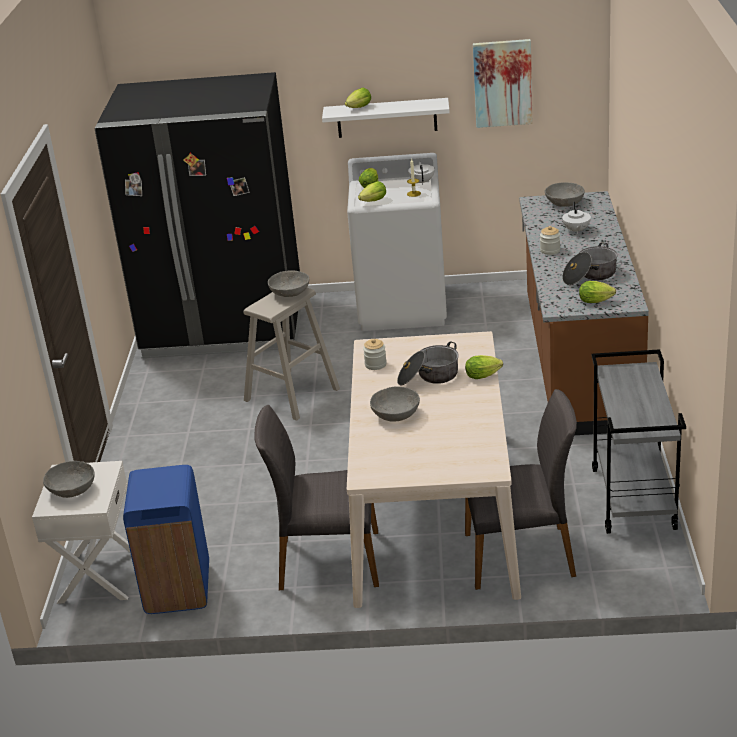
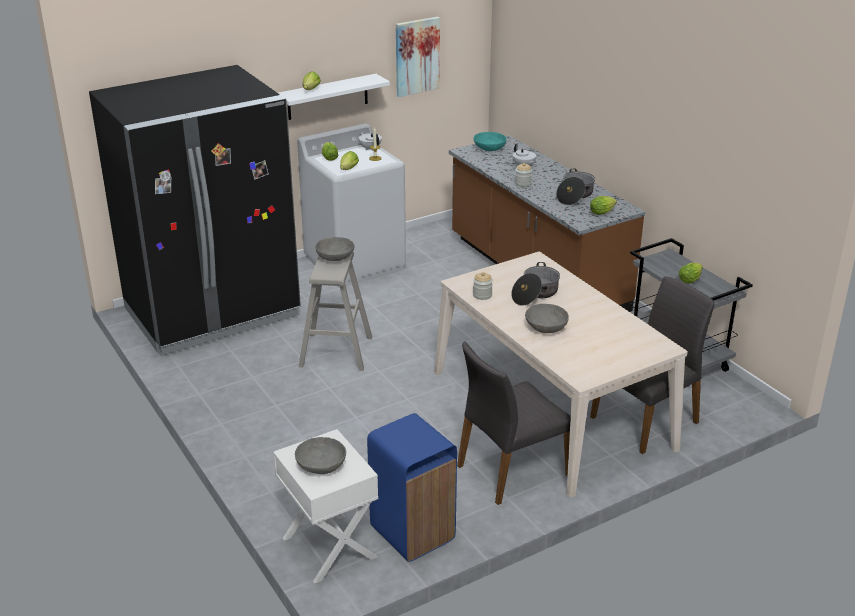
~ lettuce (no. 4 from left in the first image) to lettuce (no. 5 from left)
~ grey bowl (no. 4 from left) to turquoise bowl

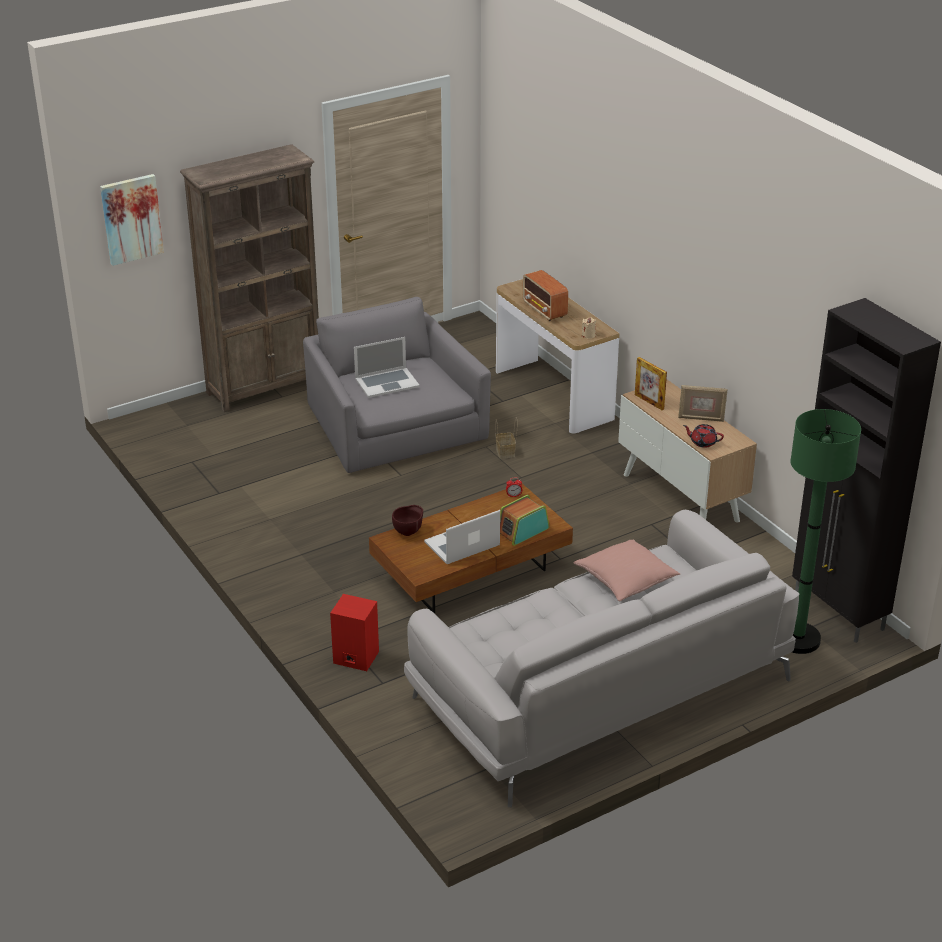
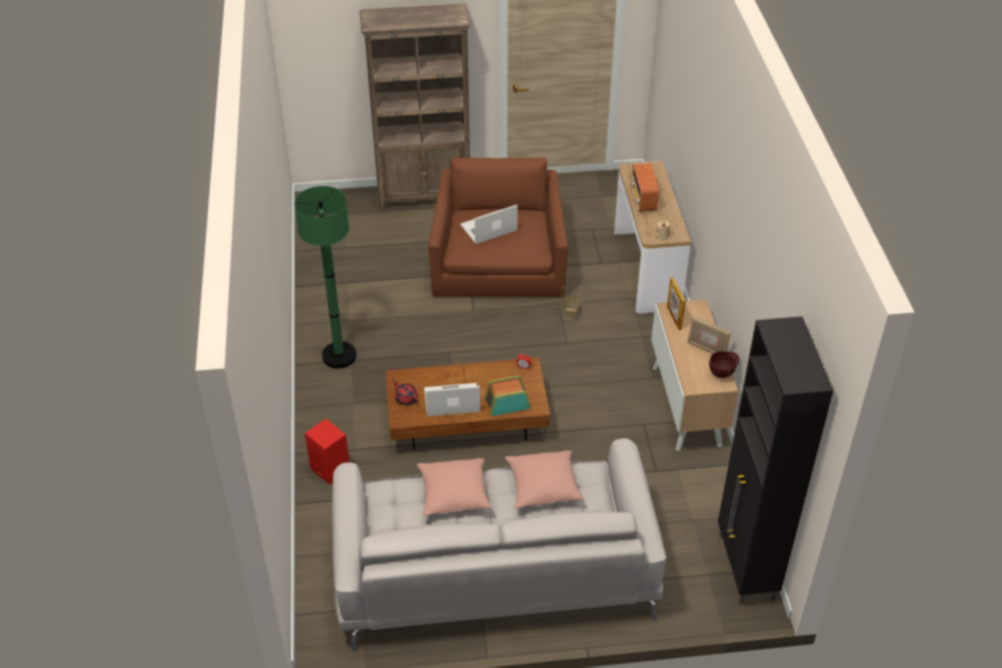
- picture
~ grey armchair to brown armchair
~ laptop (no. 1 from left in the first image) 150 degrees clockwise
~ brown bowl
~ red teapot
~ green floor lamp
+ pink pillow (no. 1 from left)

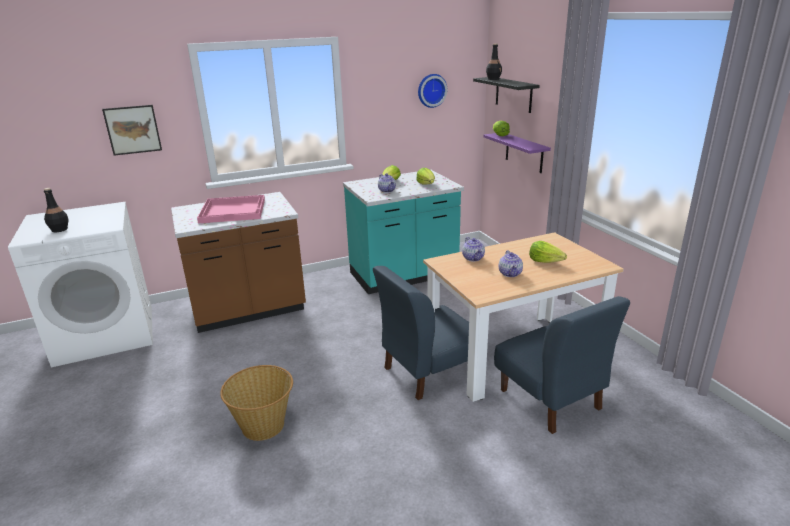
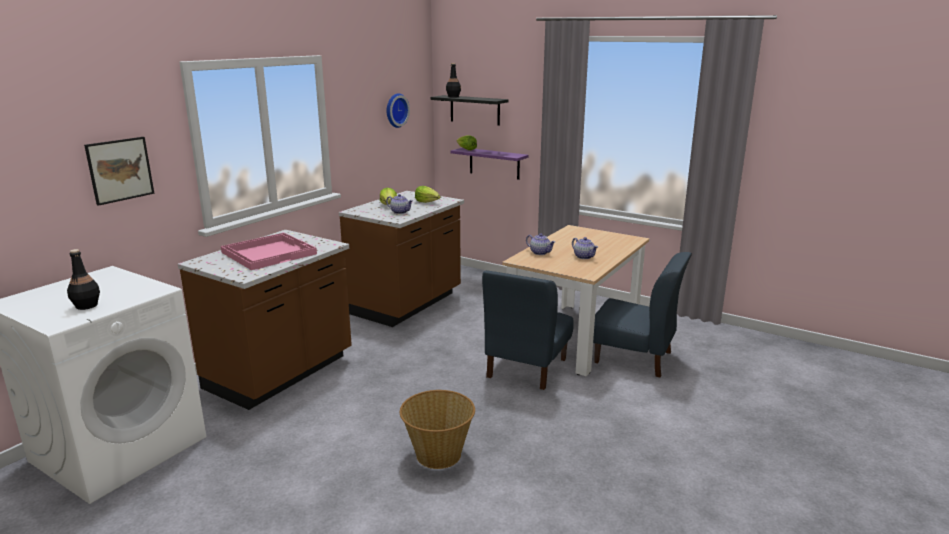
~ turquoise counter to brown counter (no. 2 from left)
- lettuce (no. 4 from left)

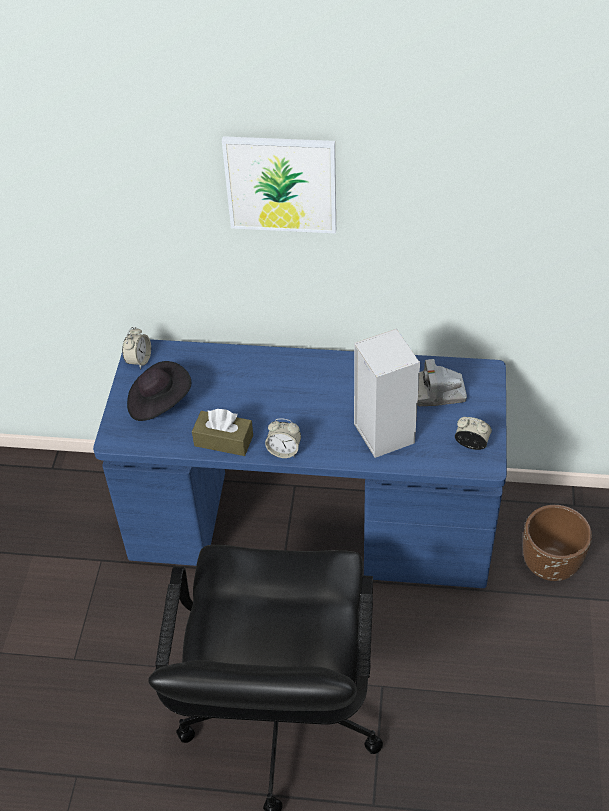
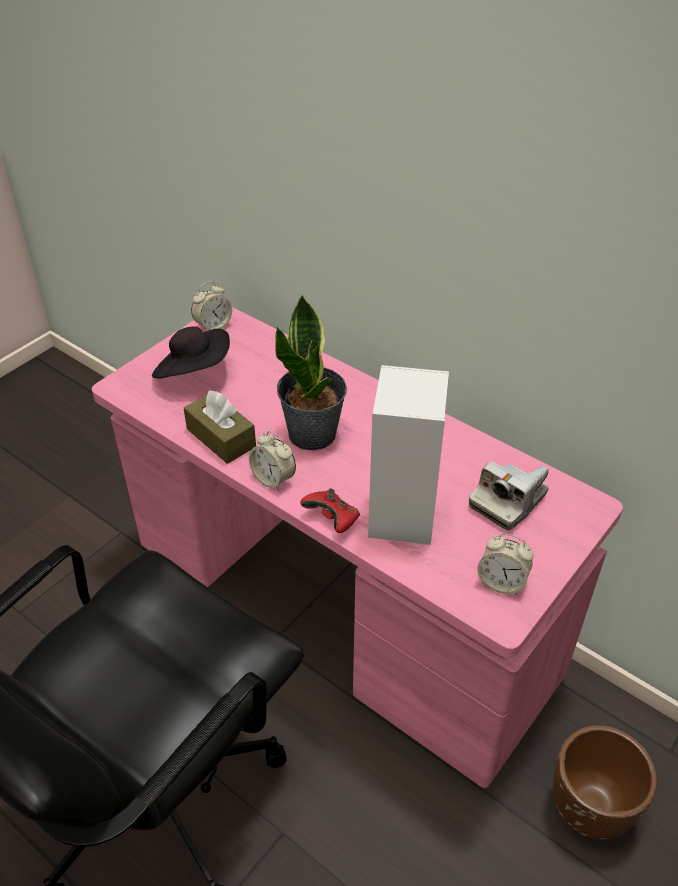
~ blue desk to pink desk
- picture
~ photo camera 75 degrees counterclockwise
~ alarm clock (no. 3 from left) 150 degrees clockwise
+ potted plant
+ red game controller

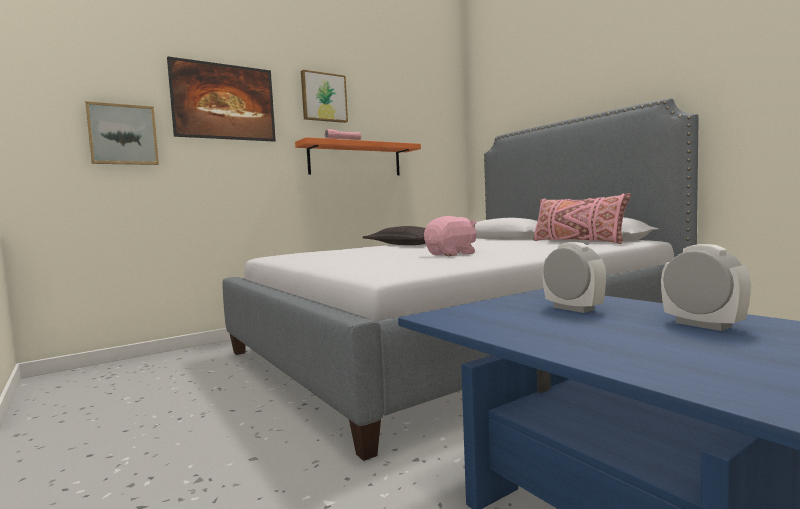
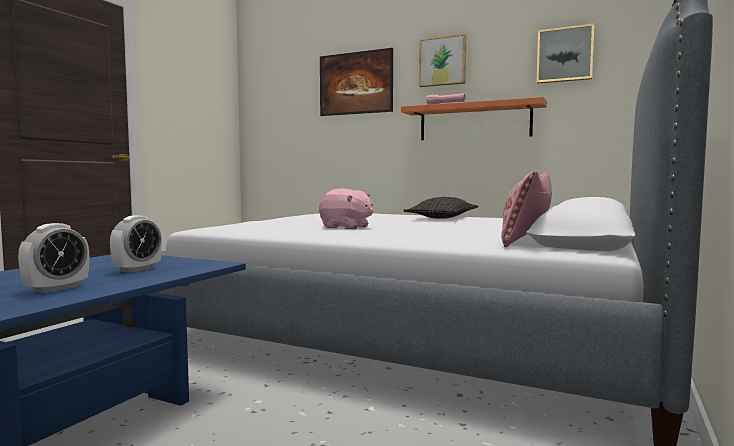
~ picture (no. 1 from left in the first image) to picture (no. 3 from left)

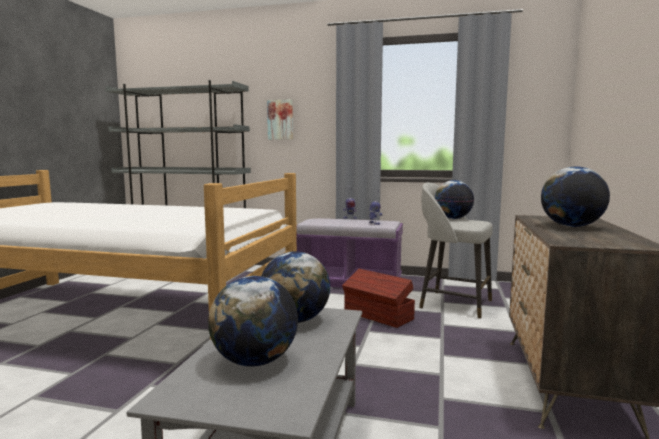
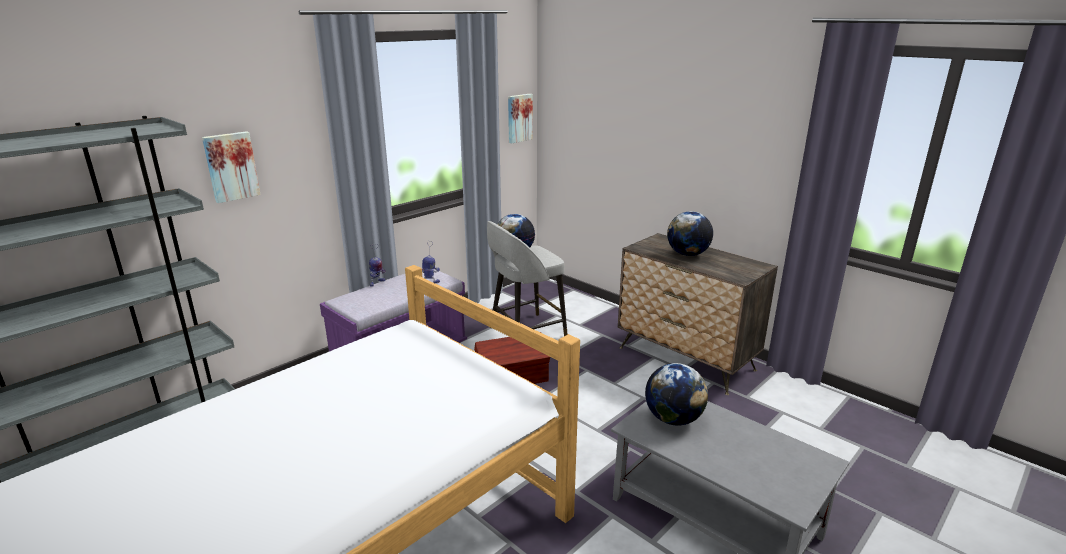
- globe (no. 1 from left)
+ picture (no. 2 from left)

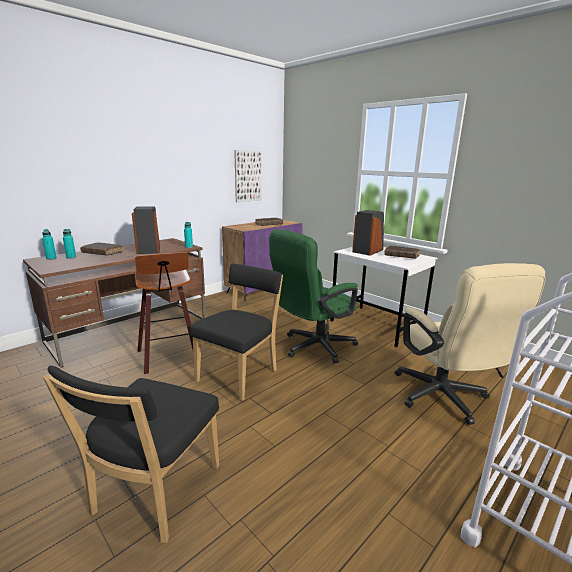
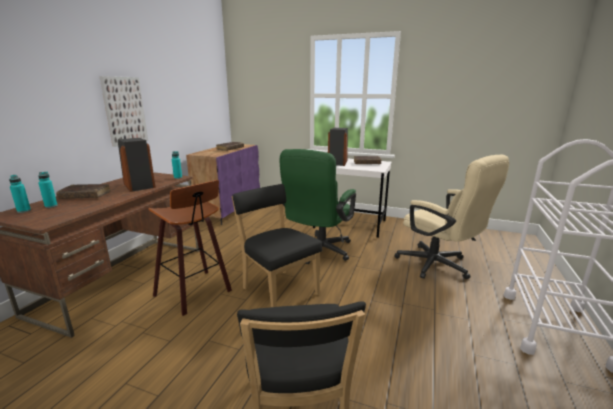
~ black chair (no. 2 from left in the first image) 45 degrees counterclockwise
~ picture

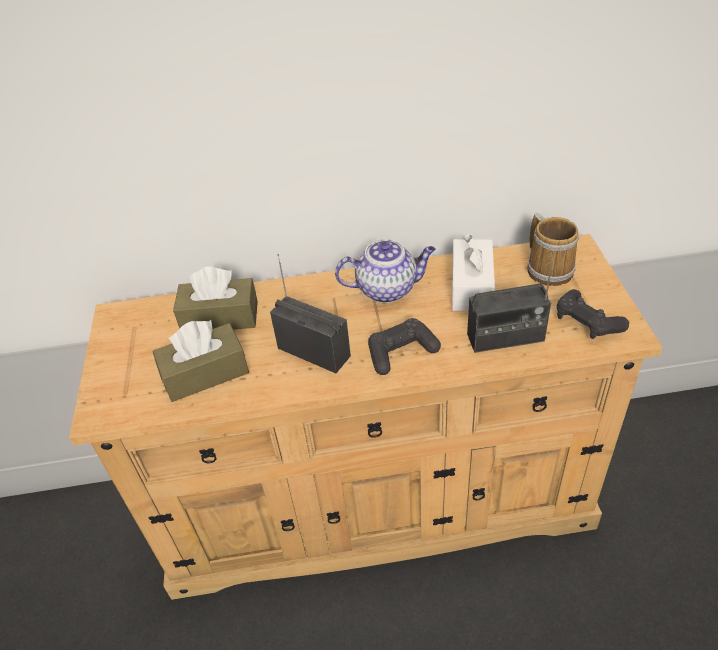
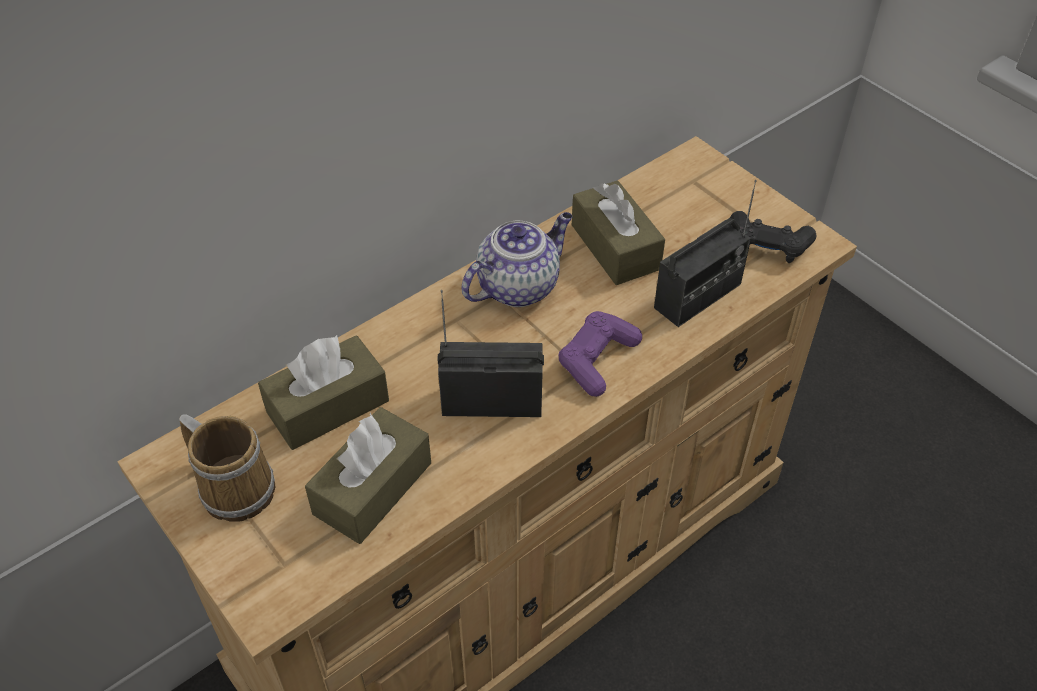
~ black game controller (no. 1 from left) to purple game controller
~ white tissue box to brown tissue box (no. 3 from left)
~ mug

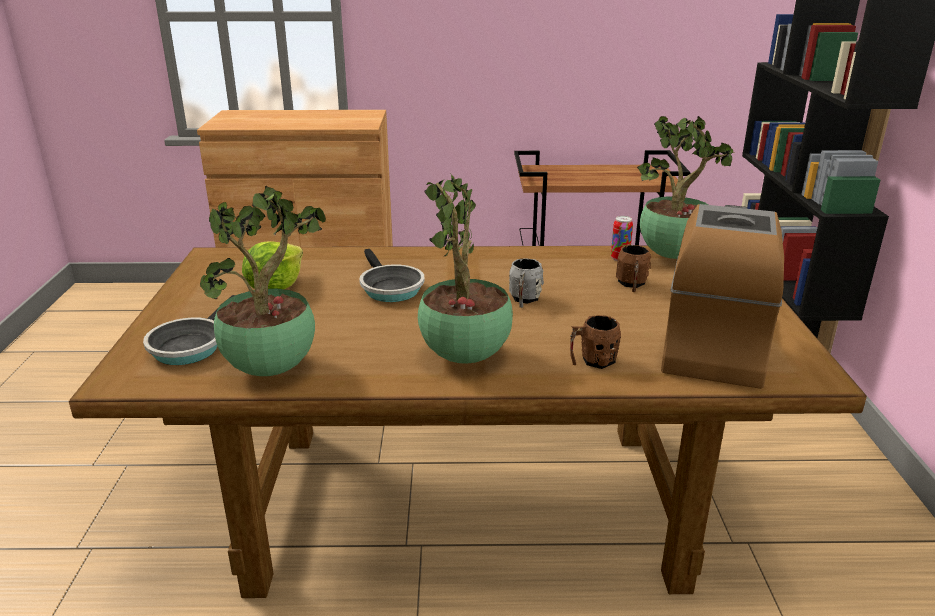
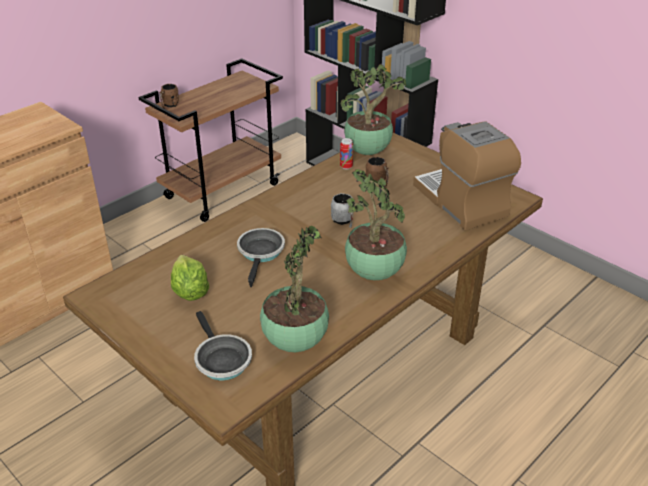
~ frying pan (no. 2 from left) 105 degrees counterclockwise
~ brown mug (no. 1 from left)

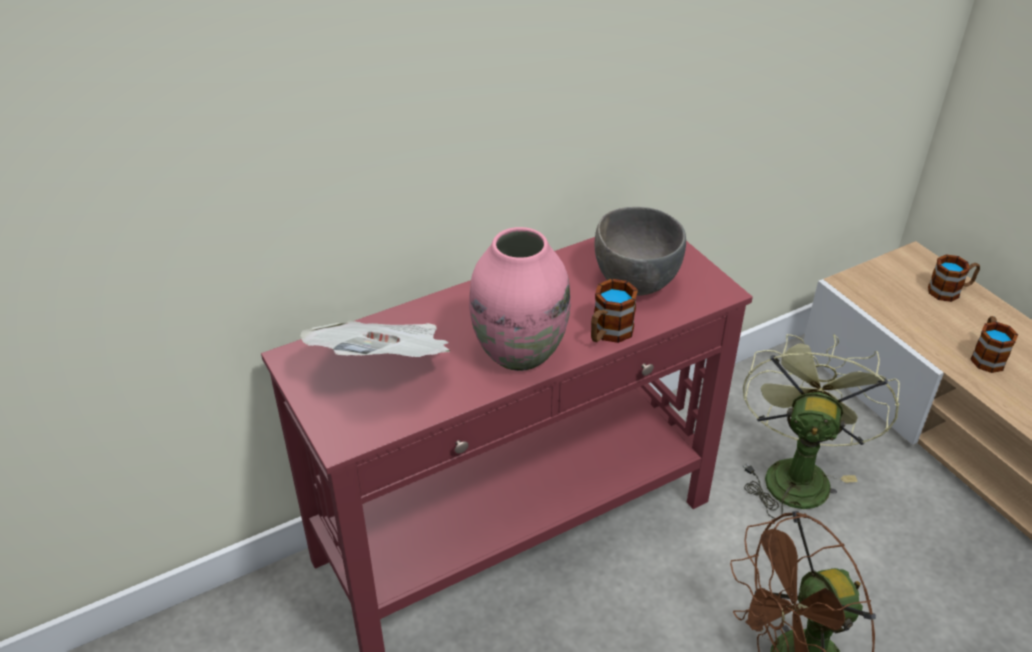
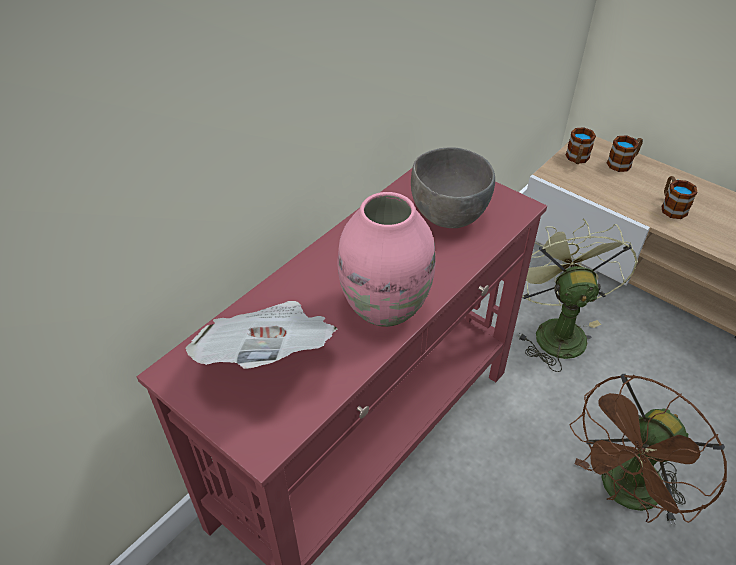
~ mug (no. 1 from left)

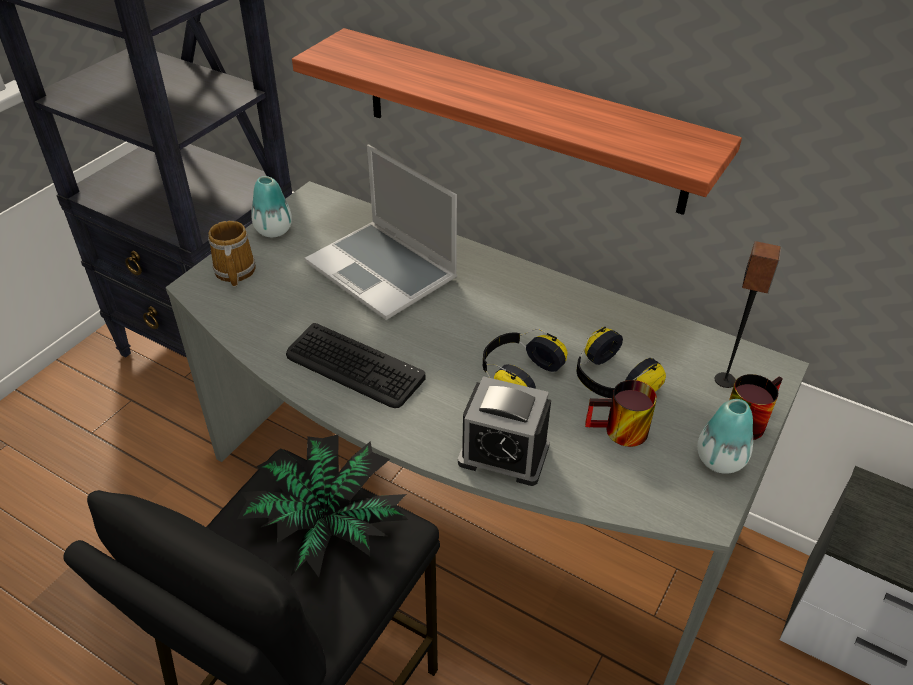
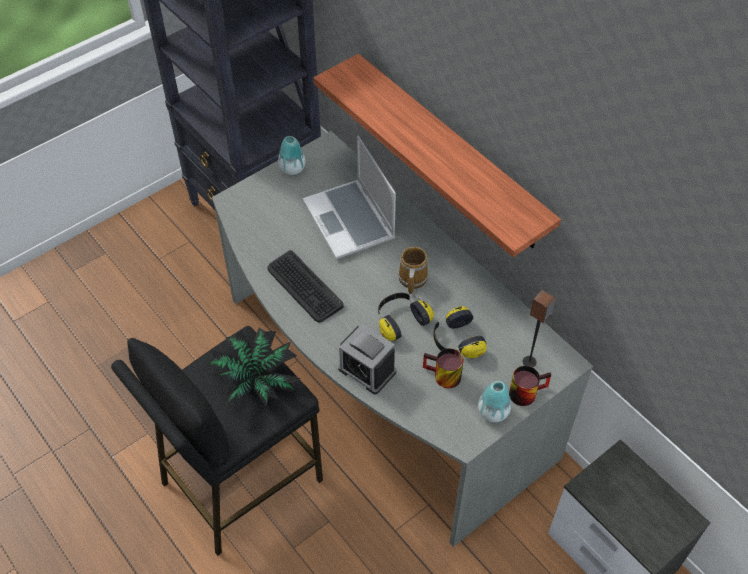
~ mug (no. 1 from left)

